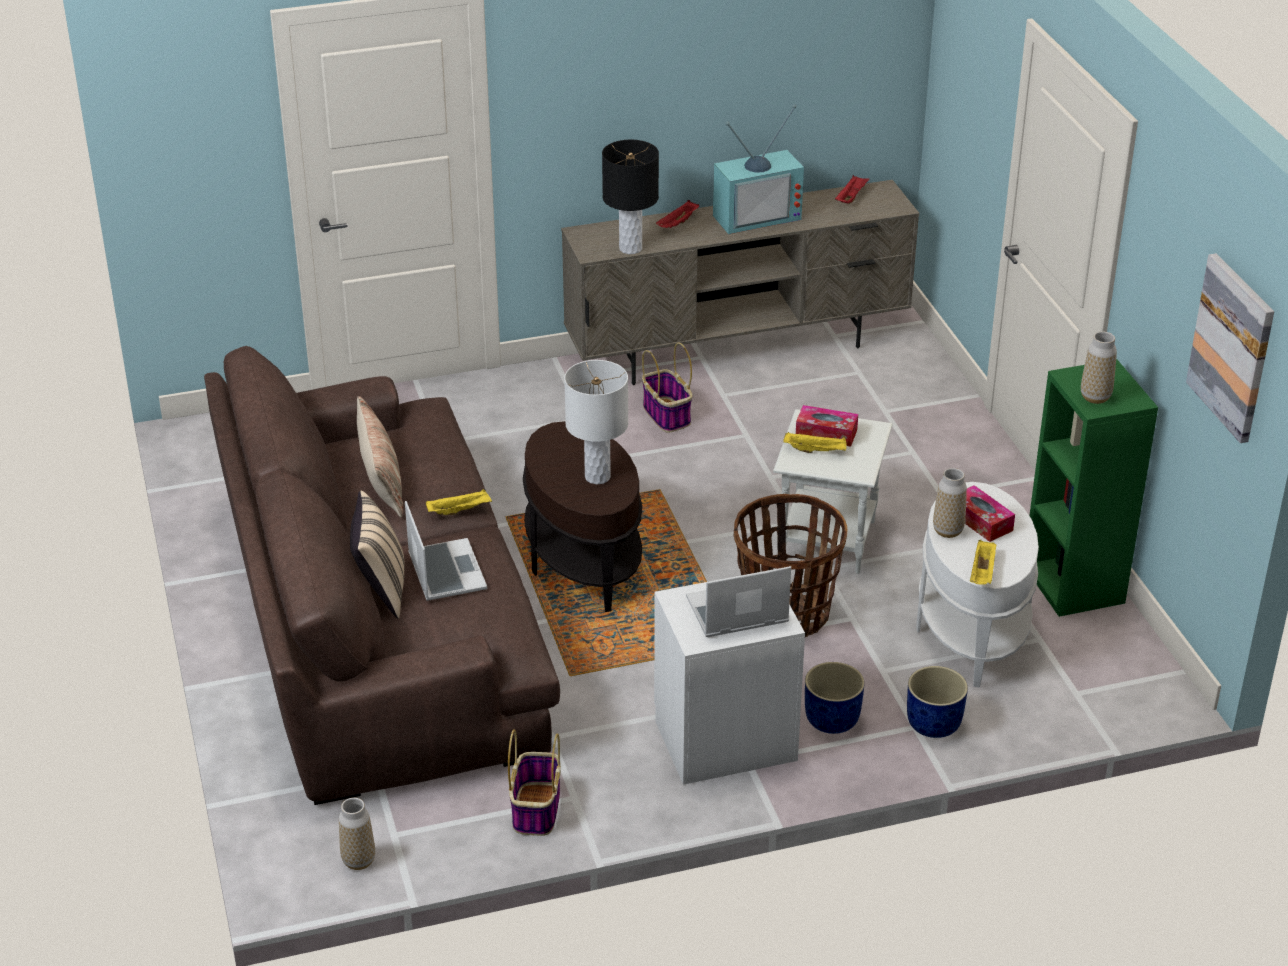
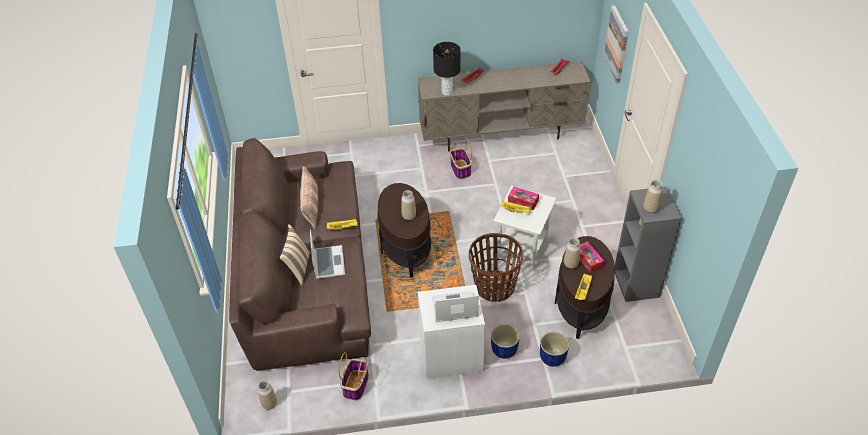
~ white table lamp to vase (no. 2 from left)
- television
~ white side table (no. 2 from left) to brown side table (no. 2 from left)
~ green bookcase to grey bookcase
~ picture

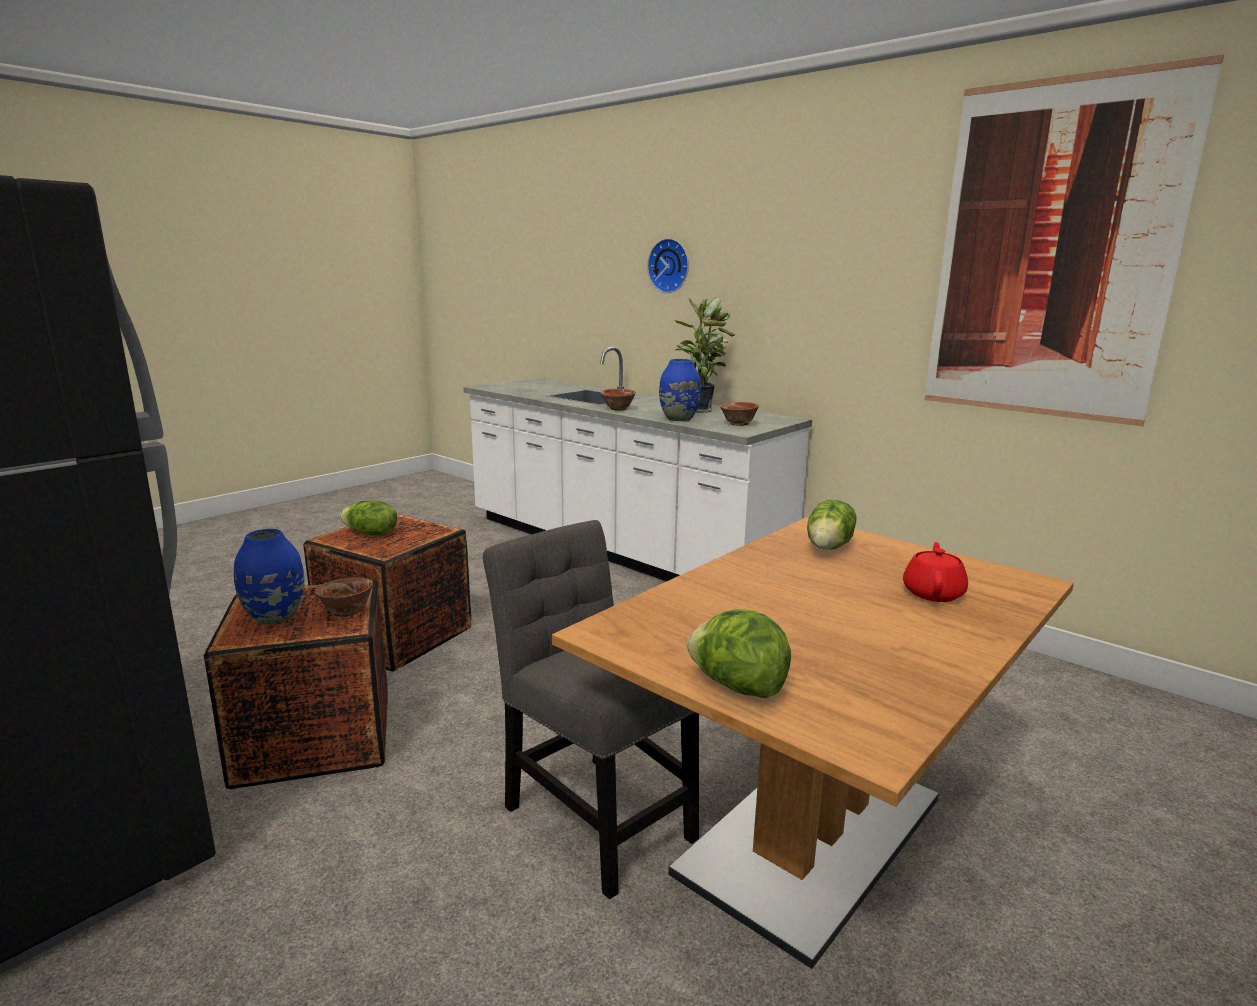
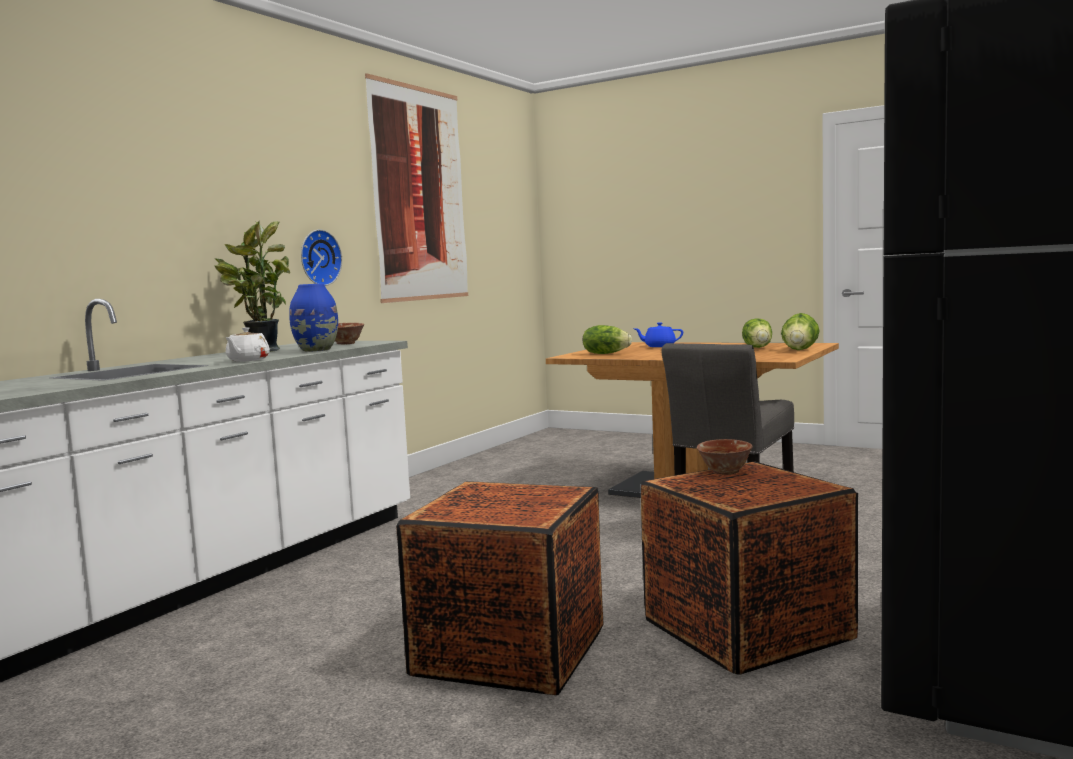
- blue vase (no. 1 from left)
~ lettuce (no. 1 from left in the first image) to lettuce (no. 2 from left)
~ bowl (no. 2 from left) to white teapot
~ wall clock
~ red teapot to blue teapot

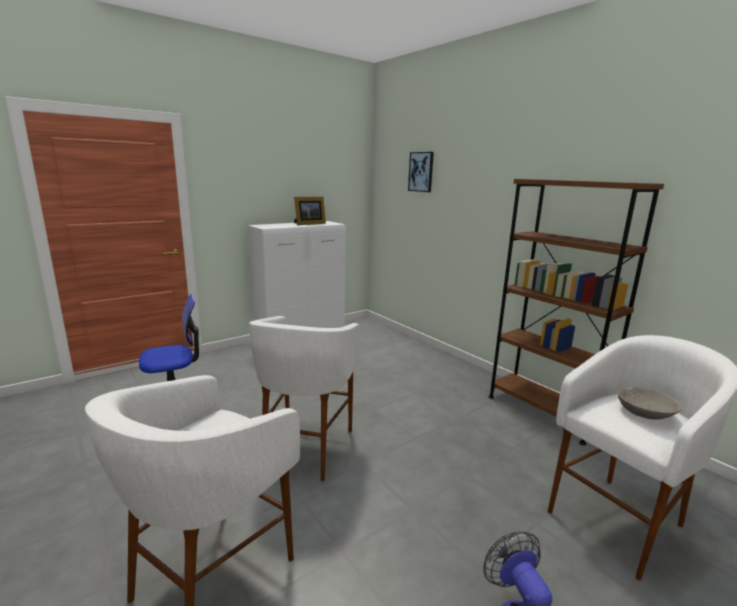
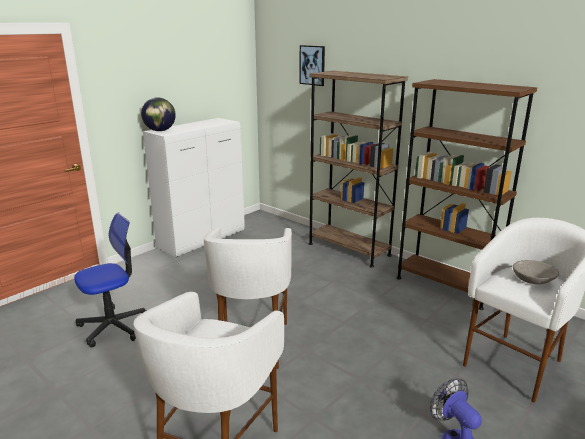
- picture frame
+ globe
+ brown bookcase (no. 1 from left)

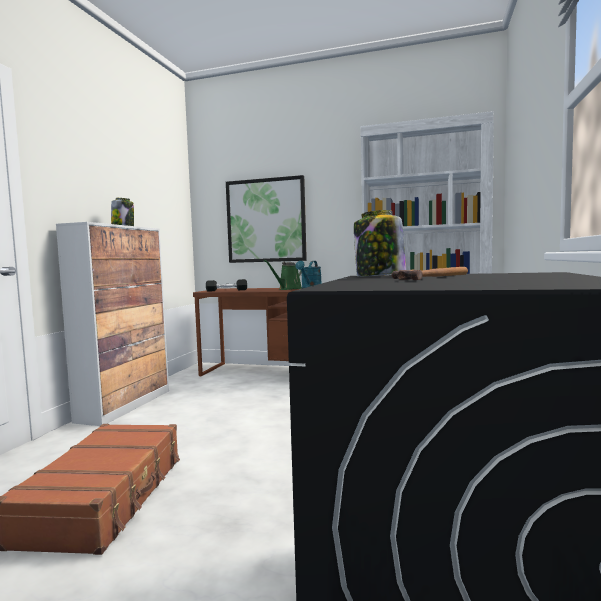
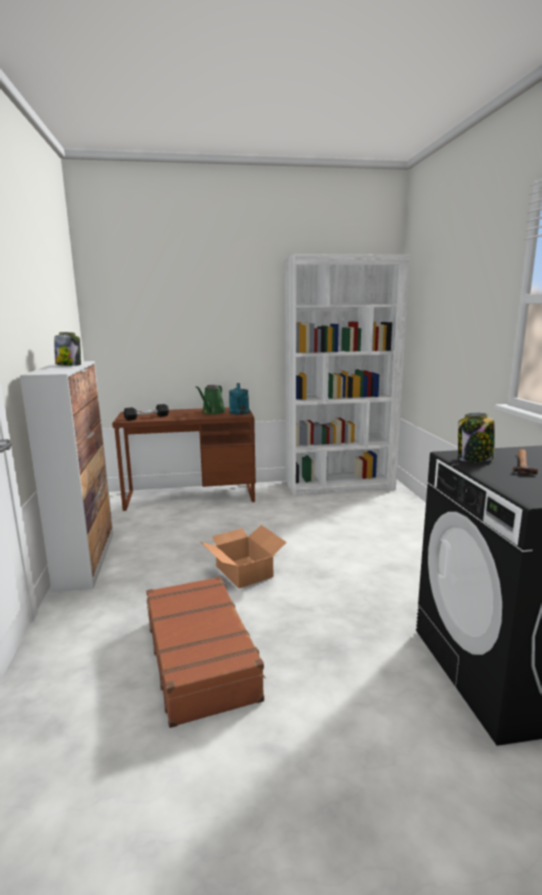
- picture
+ cardboard box

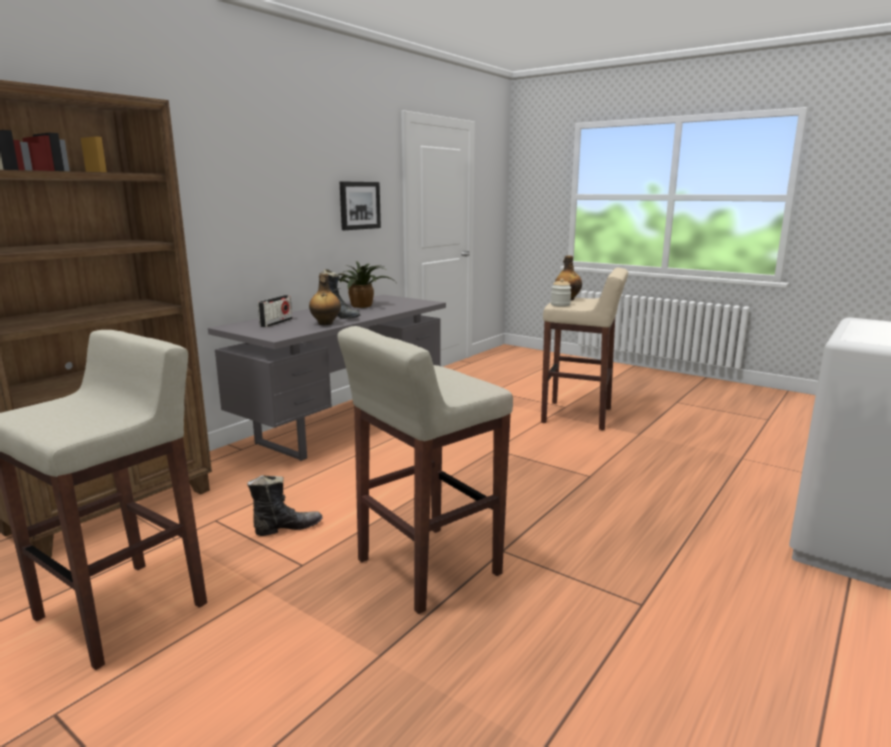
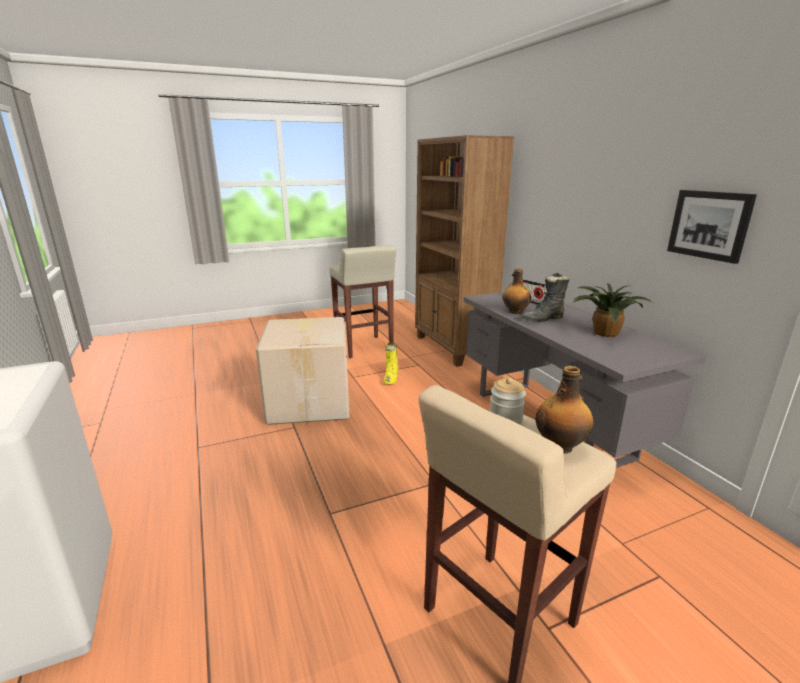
~ black boot (no. 1 from left) to yellow boot
~ beige stool (no. 2 from left) to cardboard box

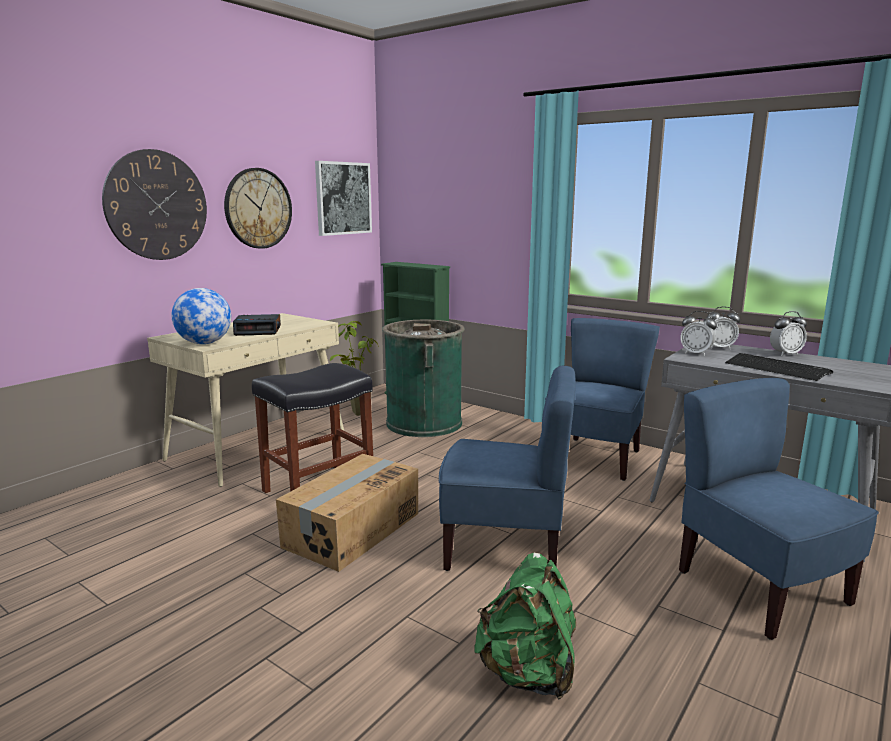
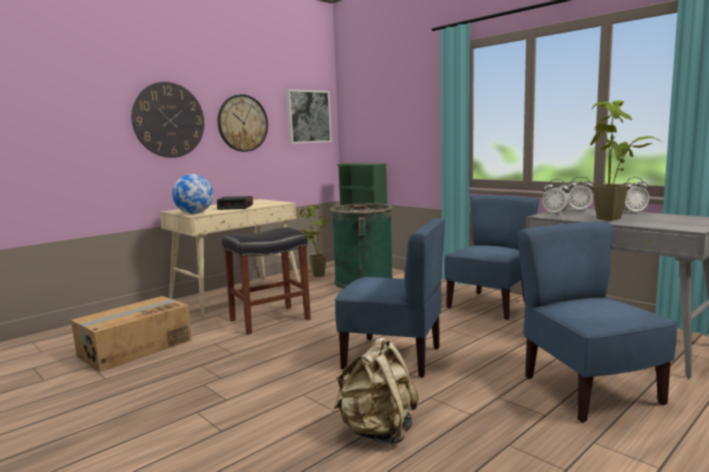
~ cardboard box
~ green backpack to beige backpack
~ keyboard to potted plant (no. 2 from left)

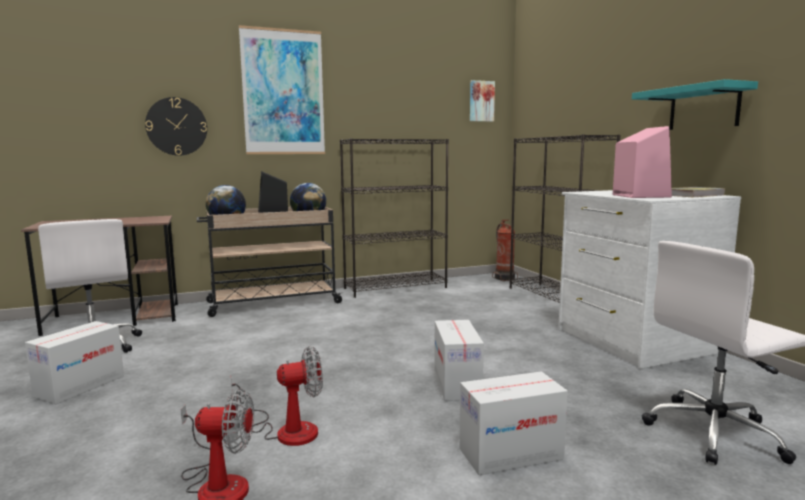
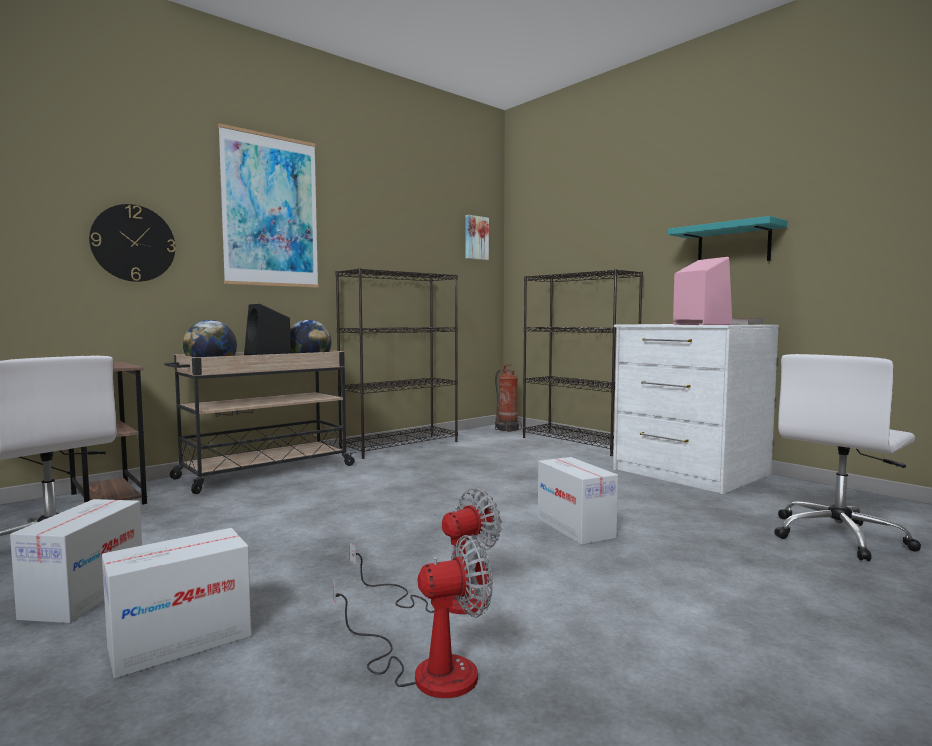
~ cardboard box (no. 3 from left in the first image) to cardboard box (no. 2 from left)

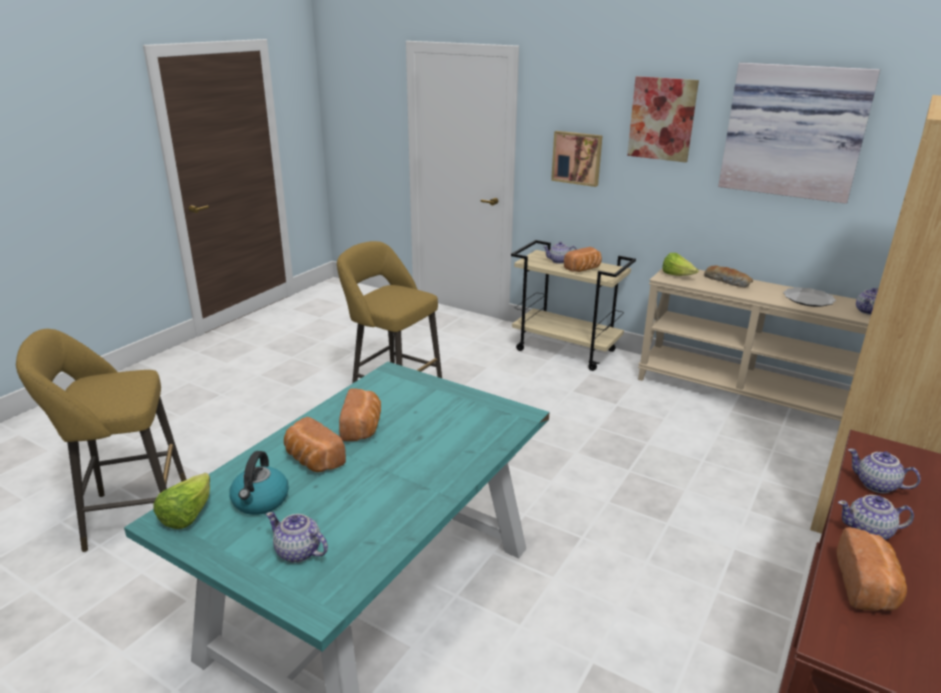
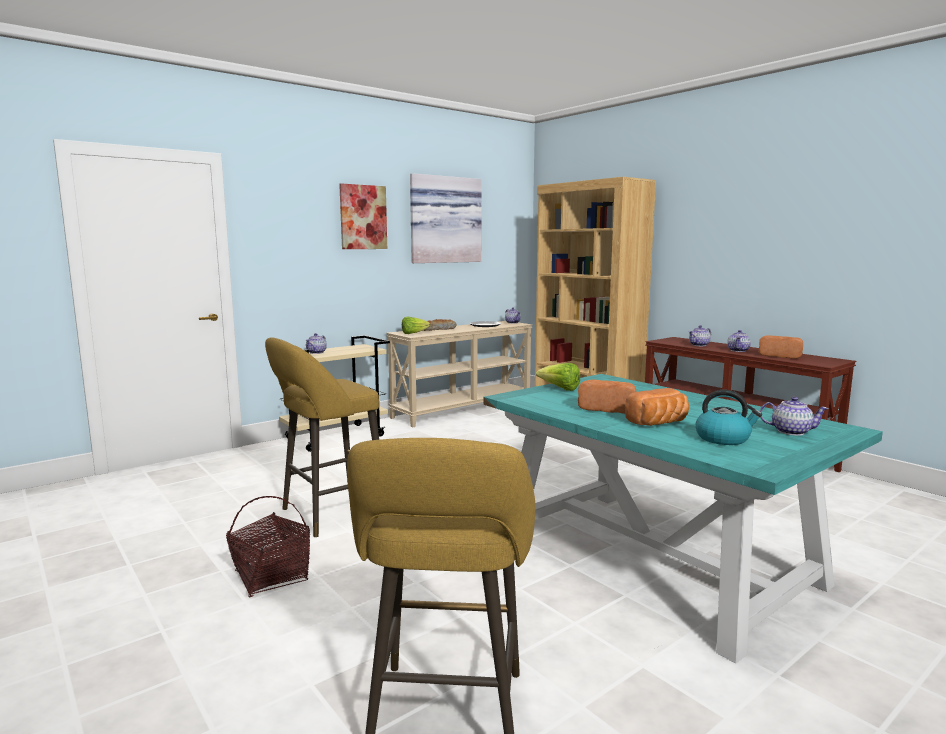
~ lettuce (no. 1 from left in the first image) to lettuce (no. 2 from left)
~ teapot (no. 1 from left in the first image) 120 degrees counterclockwise
- picture (no. 1 from left)
- bread (no. 3 from left)
+ basket

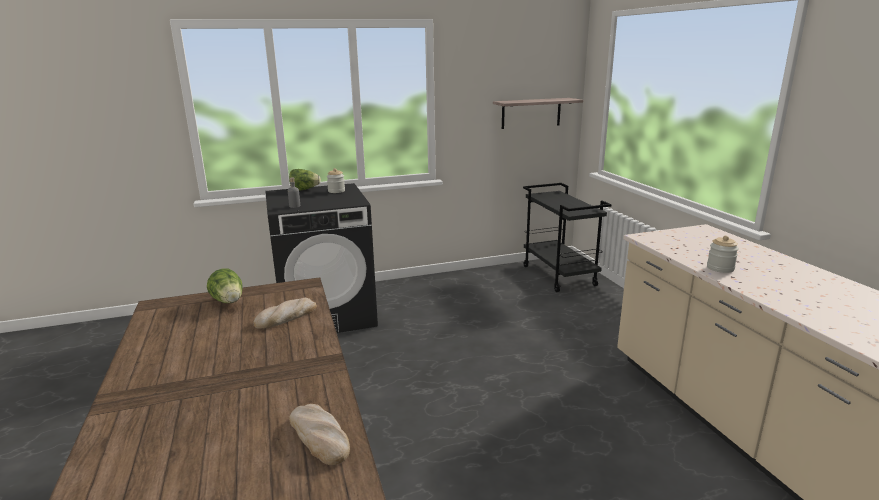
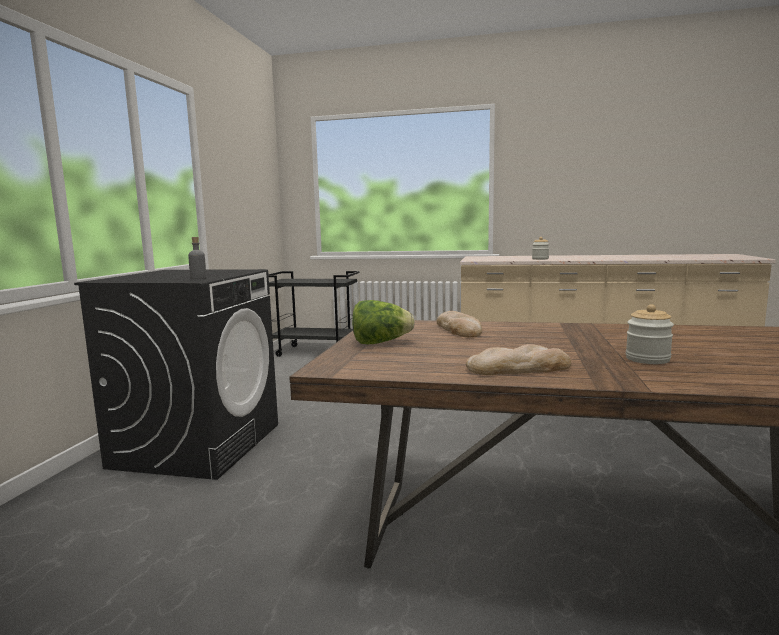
- lettuce (no. 2 from left)
~ bread (no. 2 from left)
~ jar (no. 1 from left in the first image) to jar (no. 2 from left)
- shelf

